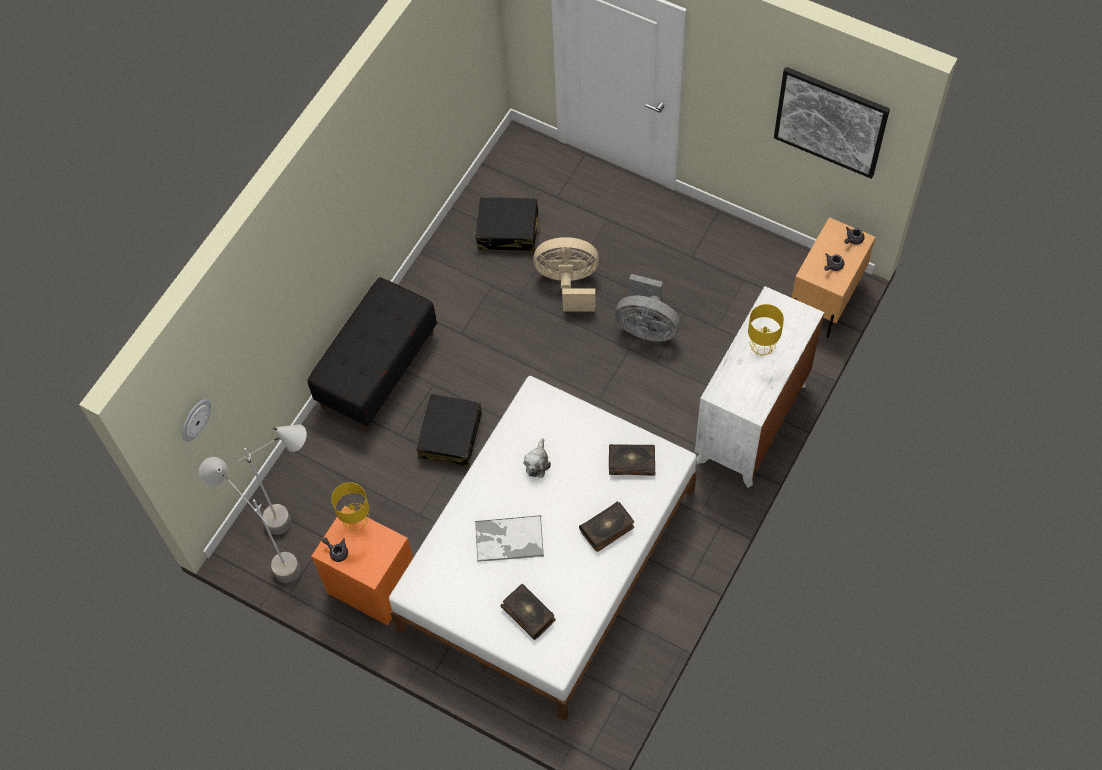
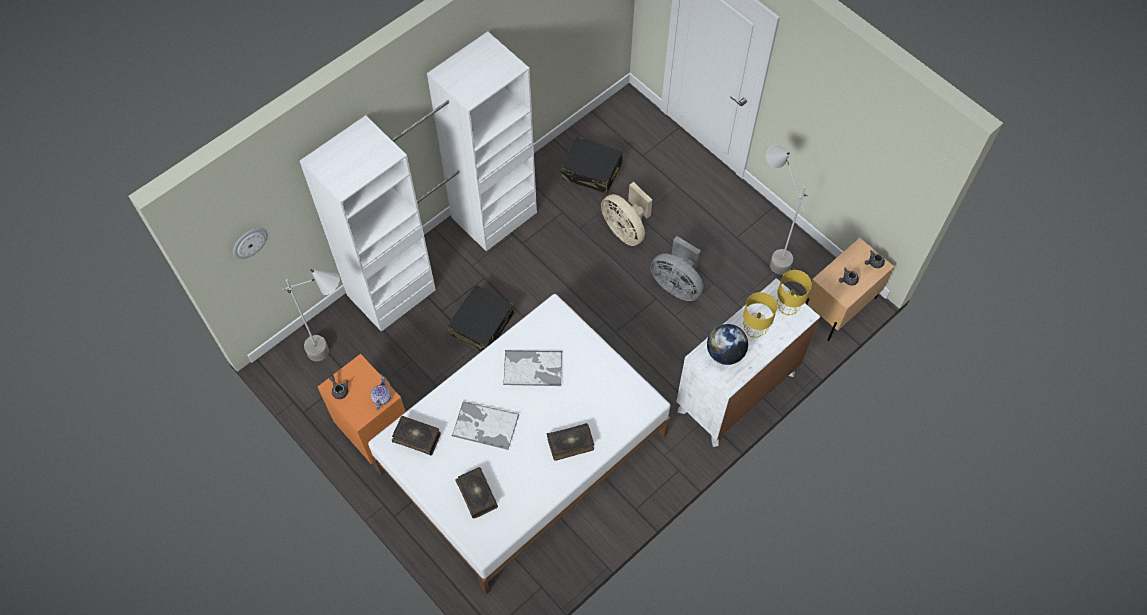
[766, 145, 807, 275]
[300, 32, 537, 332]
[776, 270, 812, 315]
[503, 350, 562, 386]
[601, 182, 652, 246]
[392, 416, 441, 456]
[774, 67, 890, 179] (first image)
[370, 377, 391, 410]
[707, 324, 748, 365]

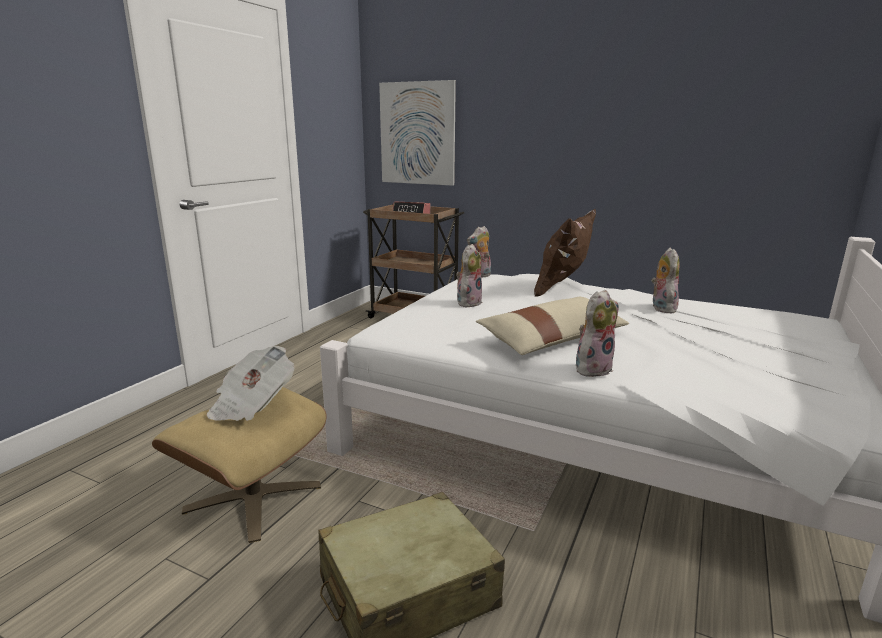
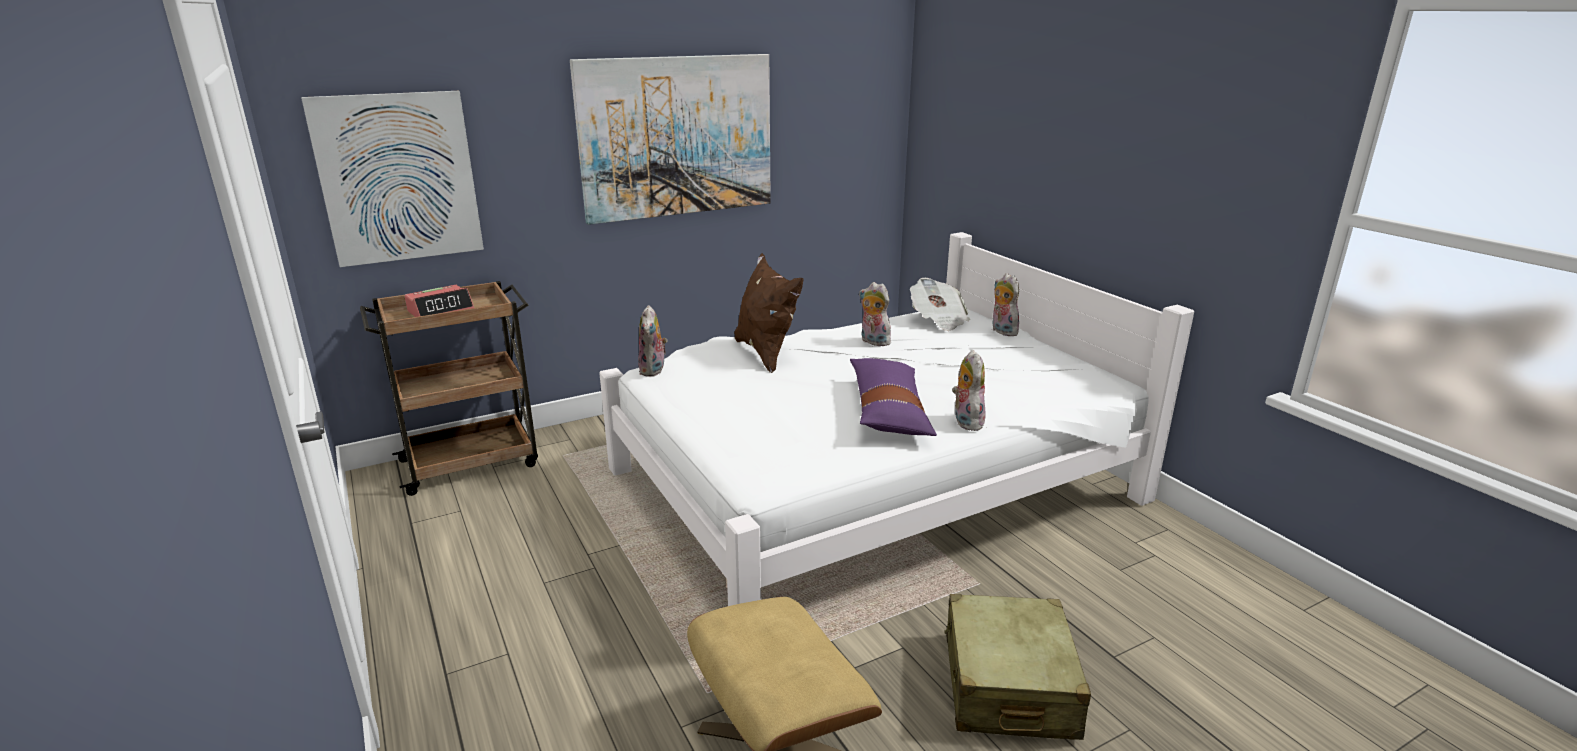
[910, 278, 970, 331]
[992, 273, 1019, 336]
[850, 358, 937, 436]
[570, 54, 771, 225]

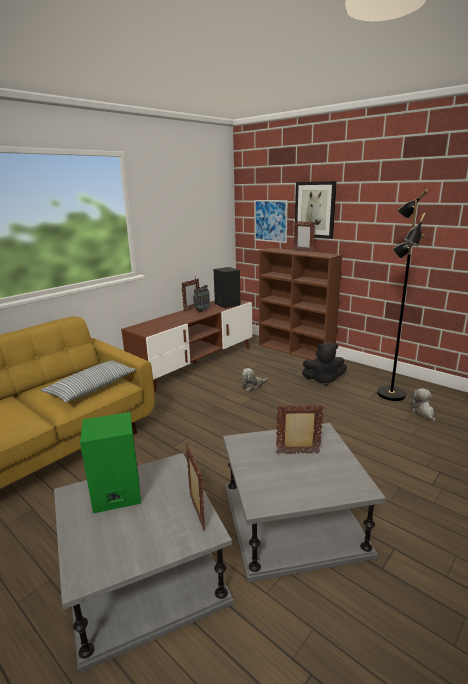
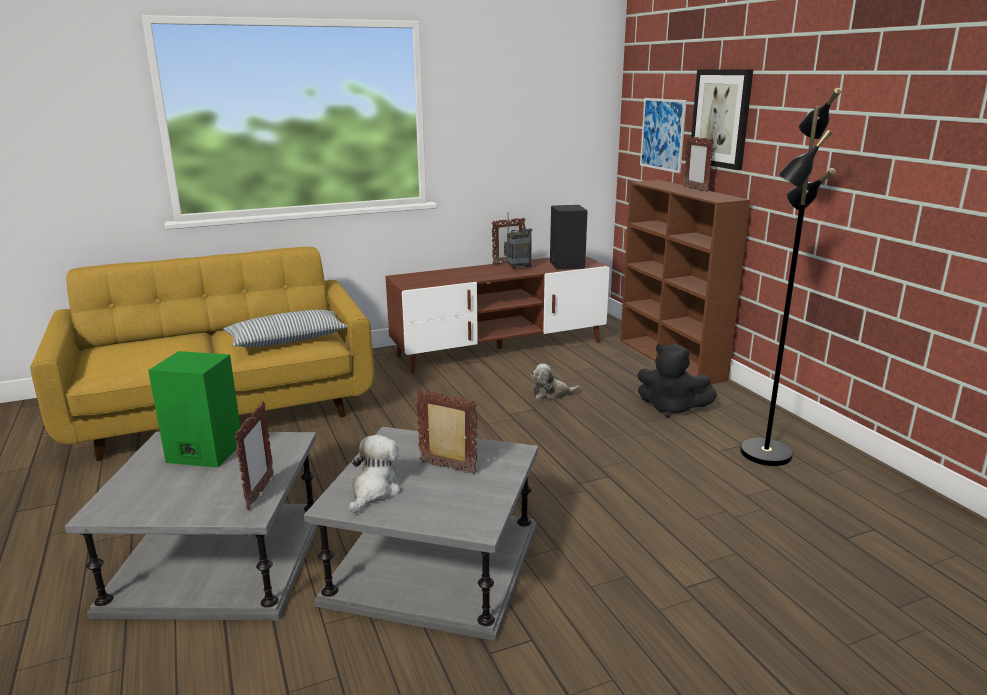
[349, 435, 400, 514]

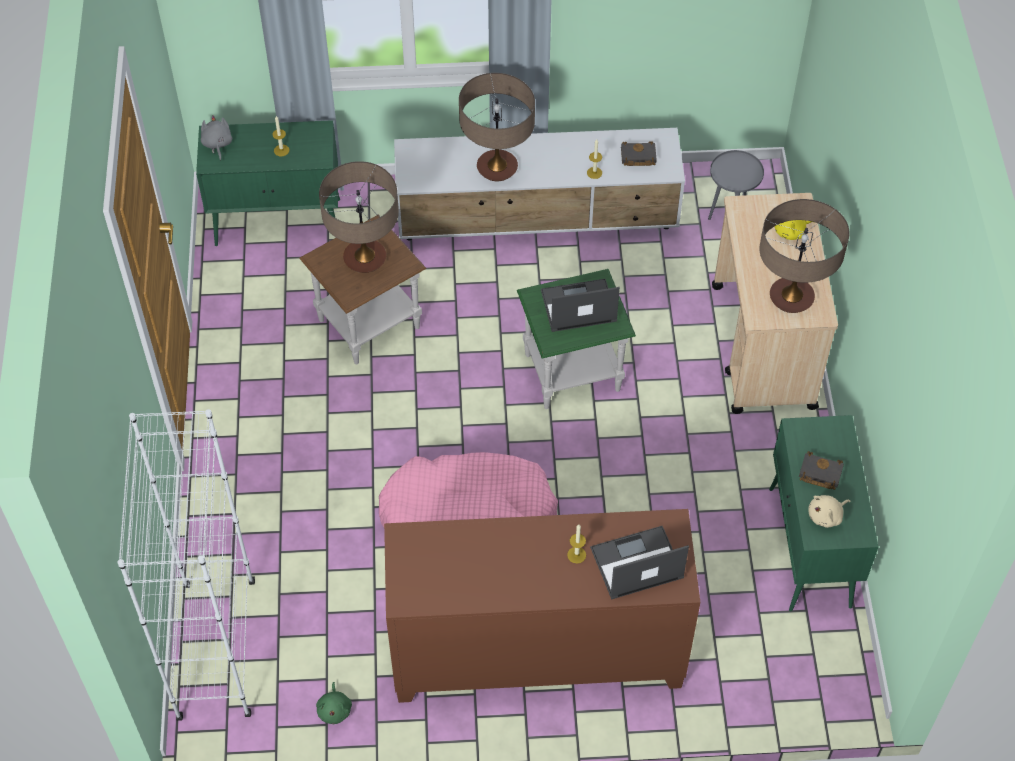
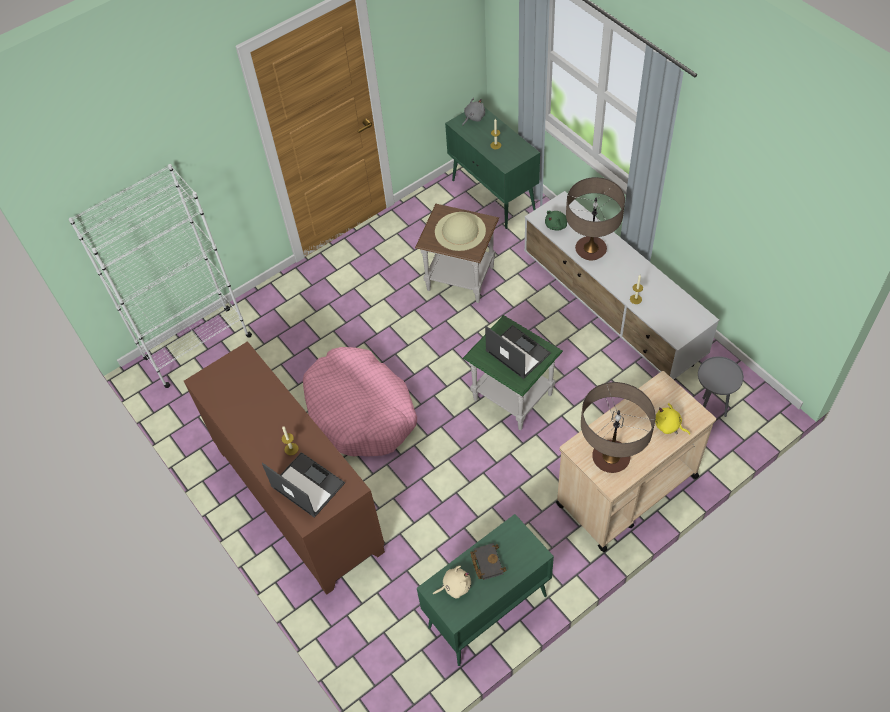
[545, 211, 567, 231]
[435, 212, 486, 251]
[621, 141, 657, 166] (first image)
[433, 566, 471, 598]

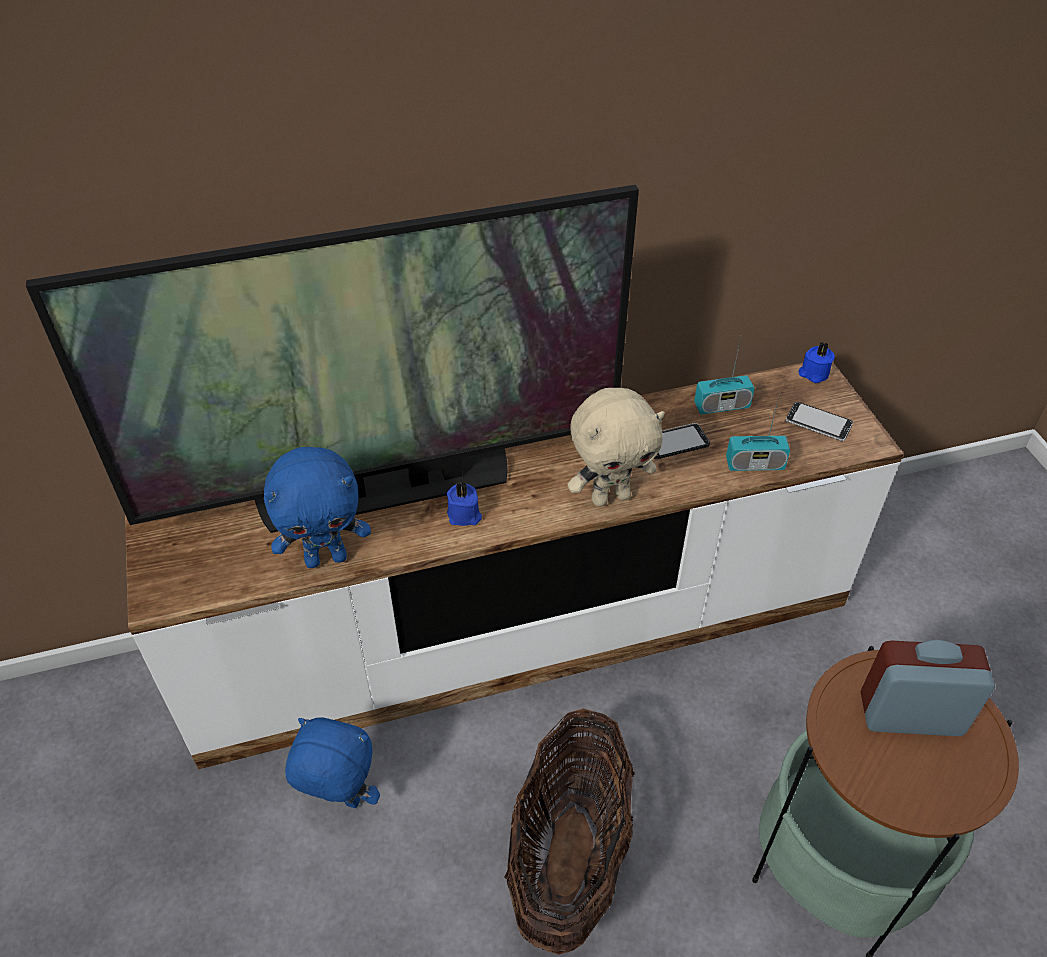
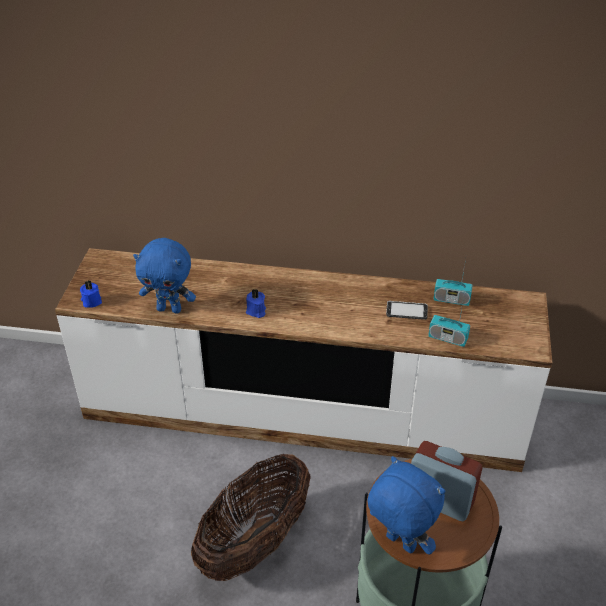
[26, 185, 639, 533] (first image)
[367, 456, 445, 555]
[567, 388, 665, 507] (first image)
[786, 402, 853, 441] (first image)
[80, 280, 102, 308]

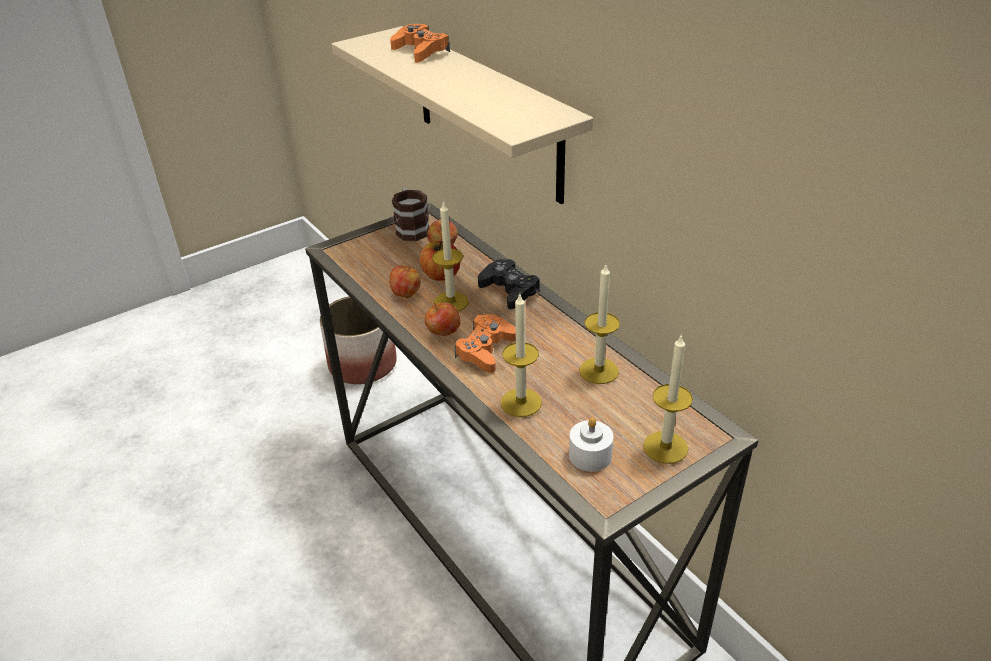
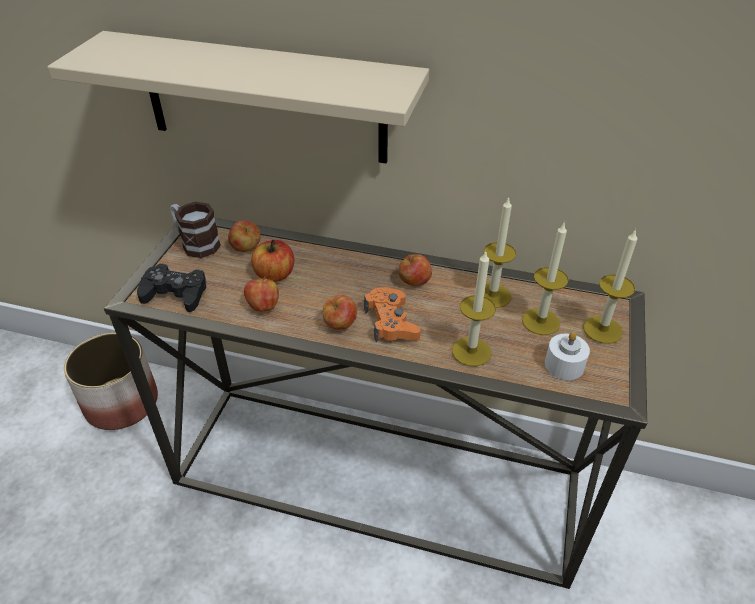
[390, 24, 450, 63] (first image)
[522, 223, 569, 335]
[137, 263, 207, 312]
[398, 255, 432, 286]

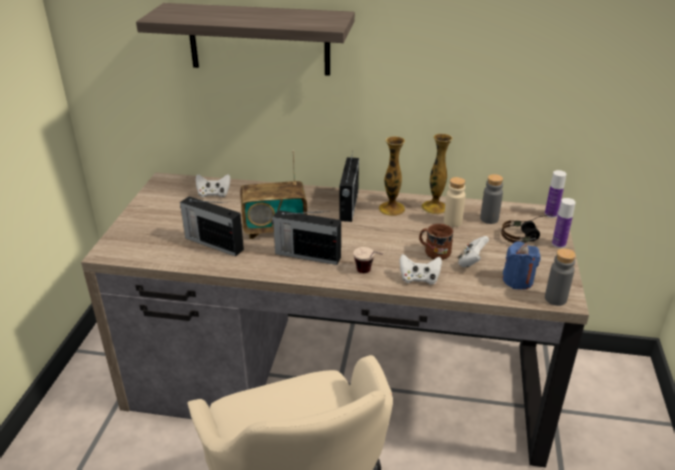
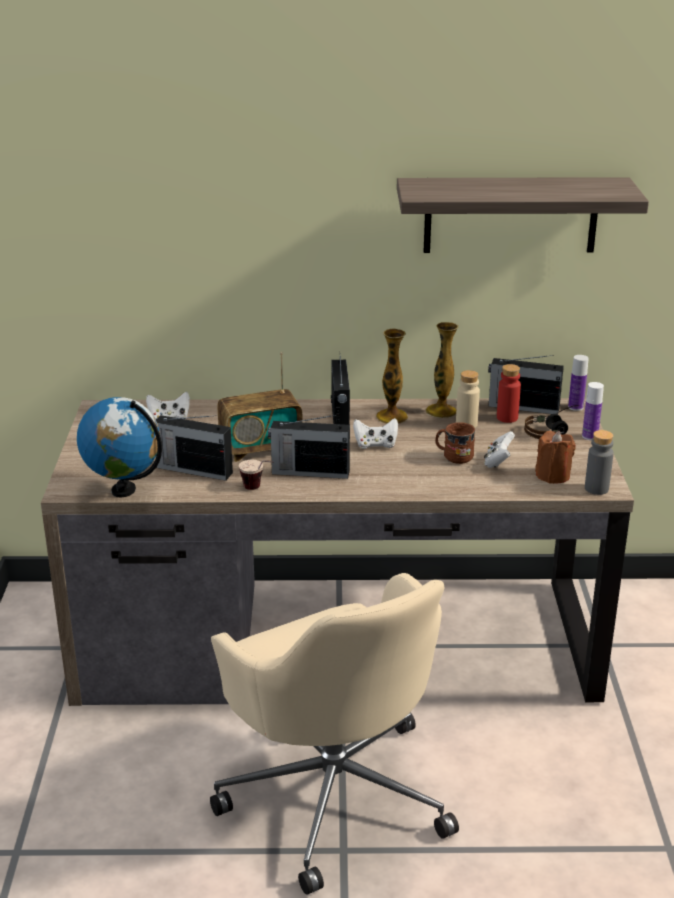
[397, 177, 649, 253]
[239, 460, 273, 490]
[353, 418, 398, 449]
[497, 364, 521, 423]
[535, 431, 576, 484]
[77, 397, 162, 497]
[488, 355, 564, 414]

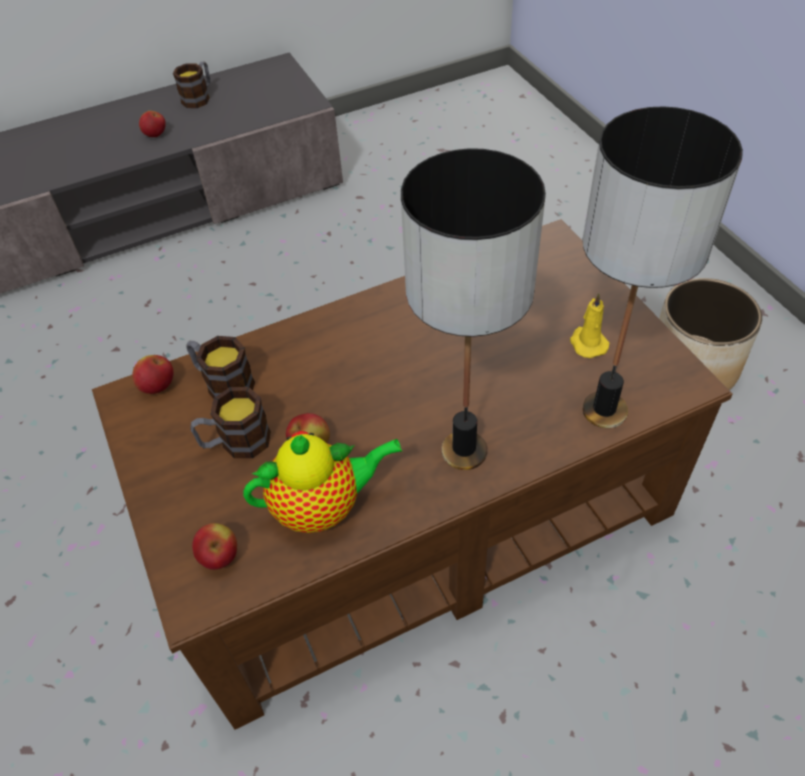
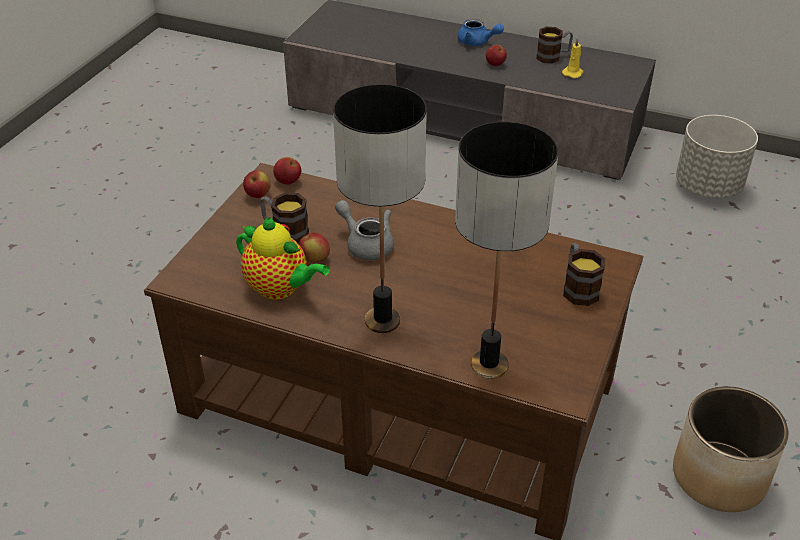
[563, 243, 605, 306]
[243, 170, 271, 198]
[562, 38, 584, 78]
[335, 200, 394, 261]
[458, 19, 504, 46]
[676, 115, 758, 198]

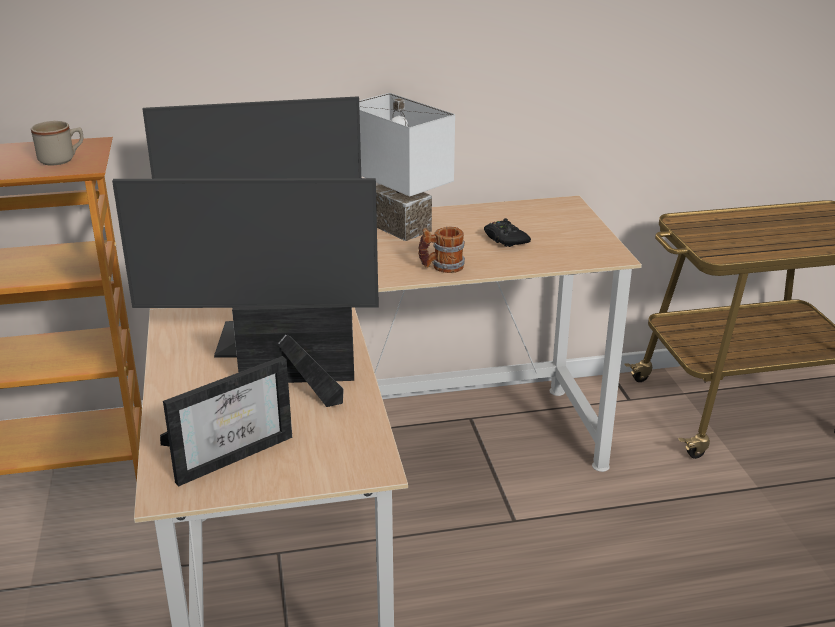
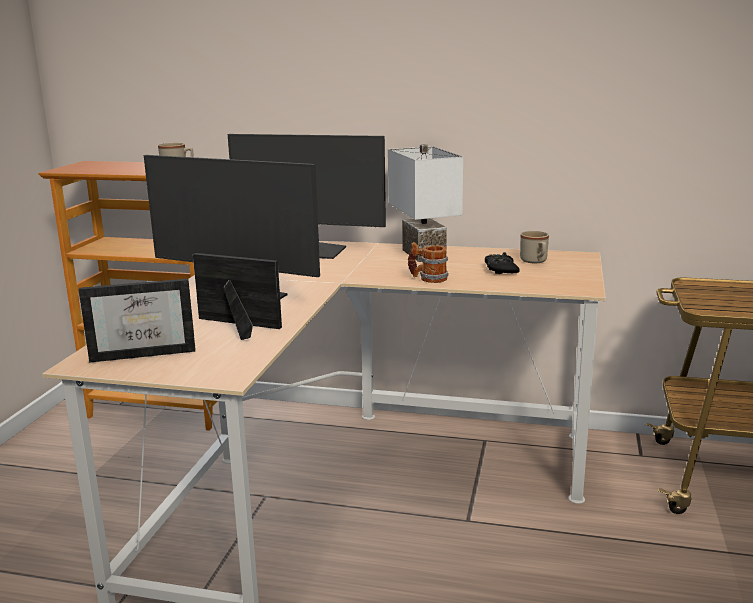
[520, 231, 549, 263]

